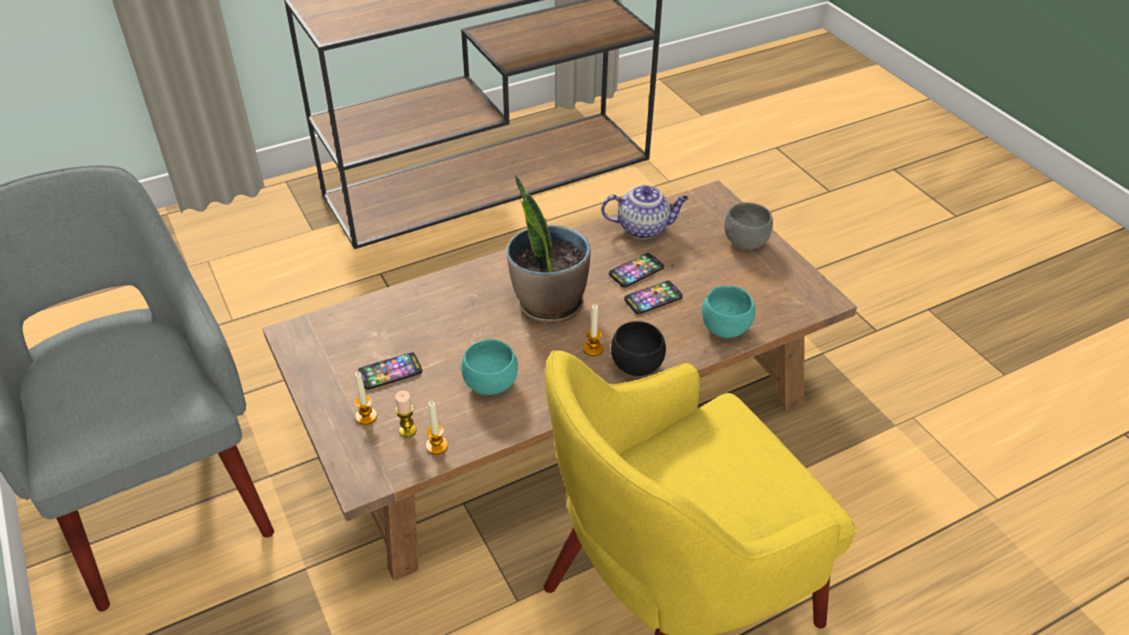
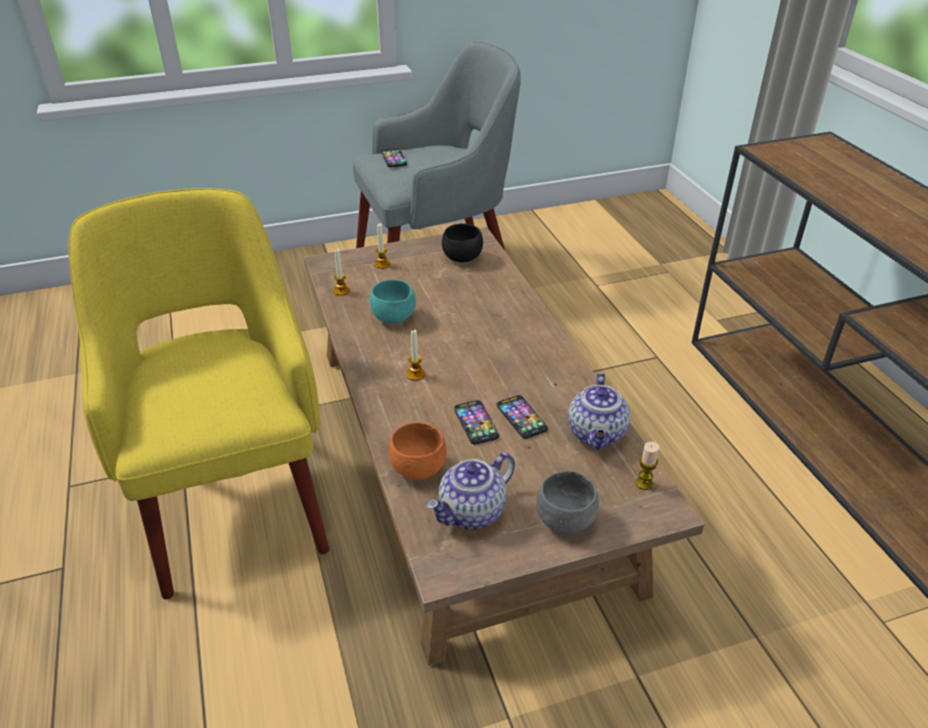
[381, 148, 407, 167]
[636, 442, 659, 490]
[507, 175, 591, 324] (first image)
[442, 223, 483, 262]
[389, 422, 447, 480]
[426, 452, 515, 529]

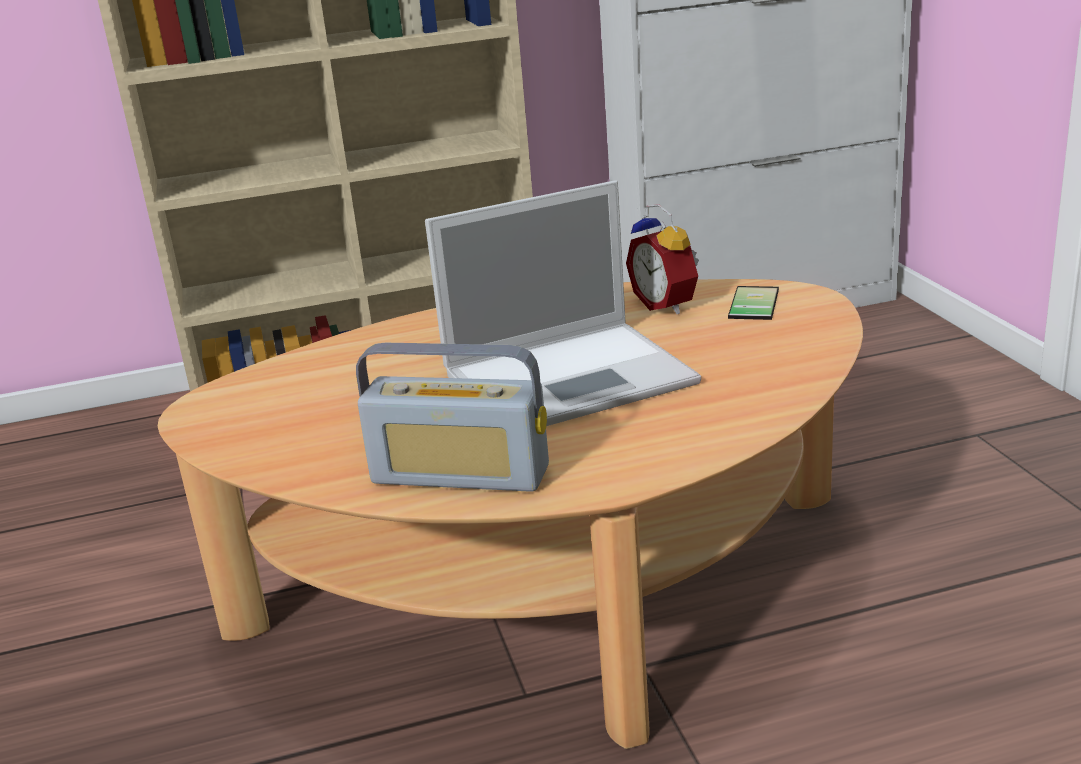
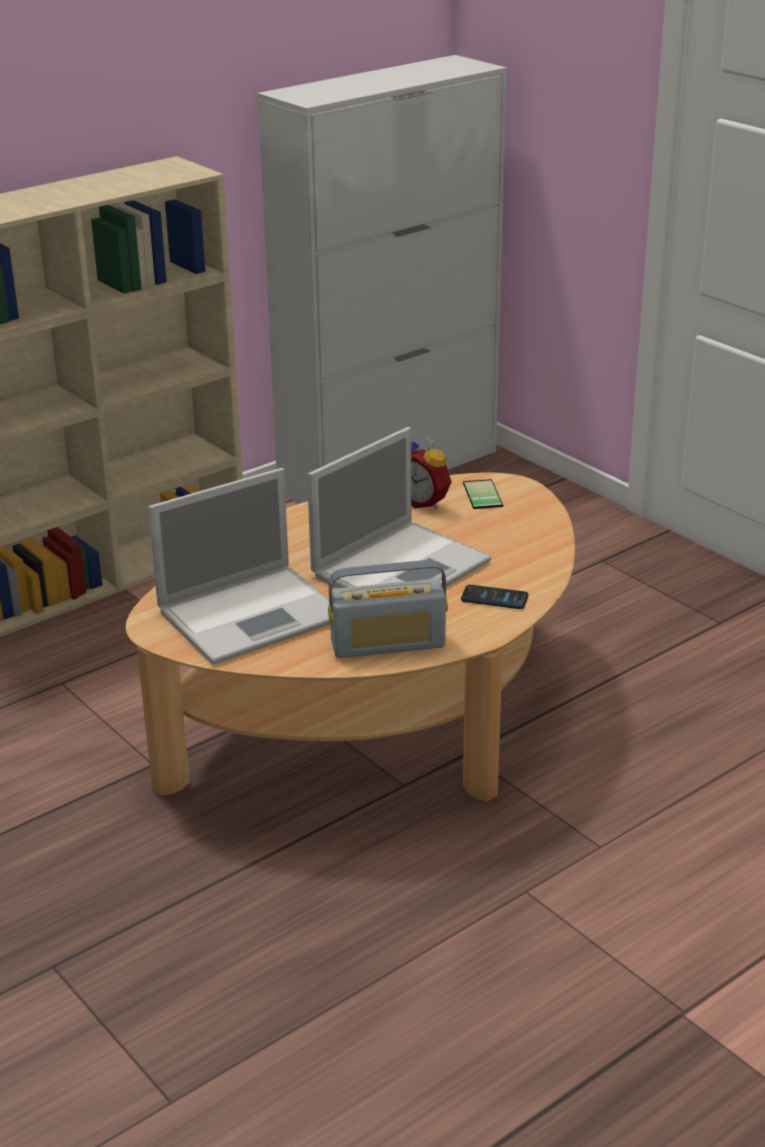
[148, 468, 330, 665]
[461, 585, 528, 609]

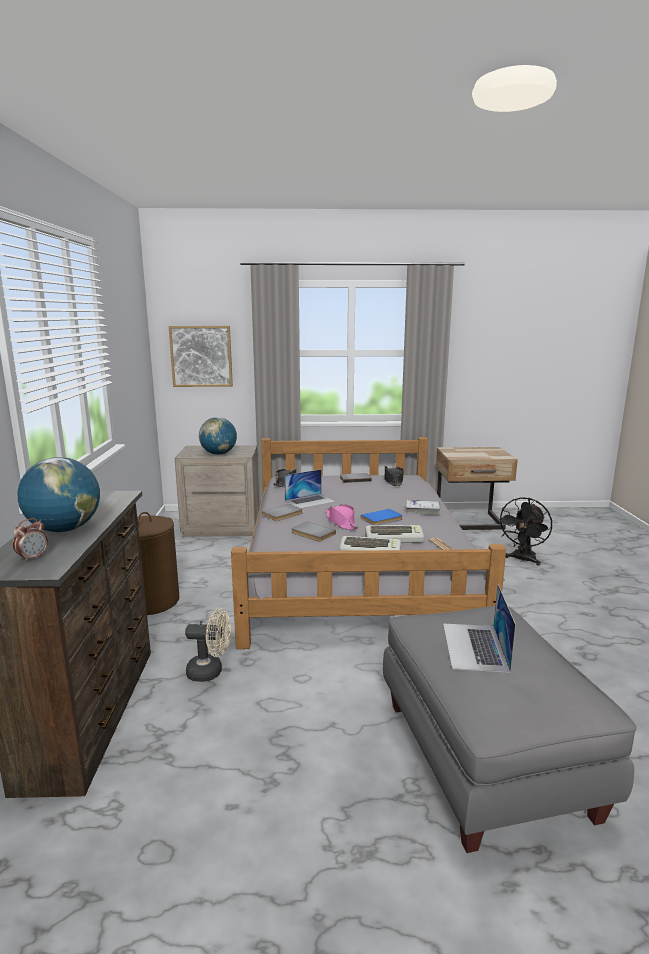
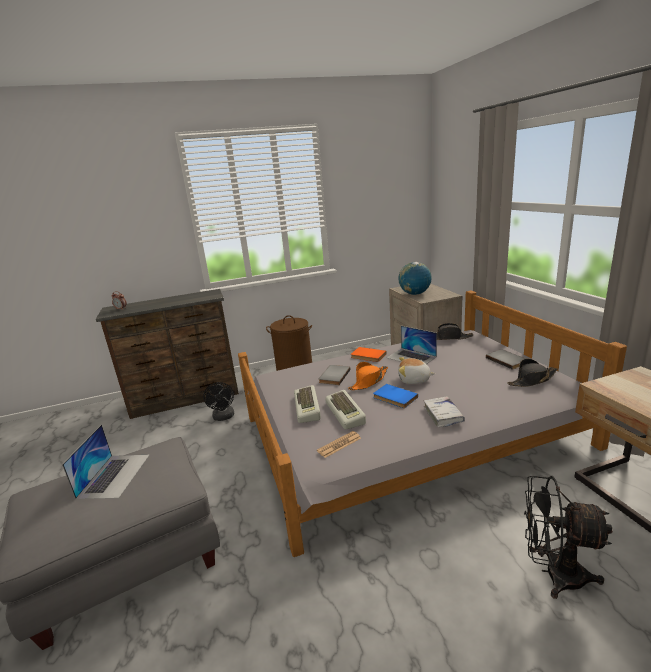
[17, 457, 100, 532] (first image)
[169, 326, 233, 387] (first image)
[203, 382, 234, 421]
[351, 347, 387, 362]
[348, 362, 388, 390]
[62, 425, 149, 499]
[398, 357, 435, 384]

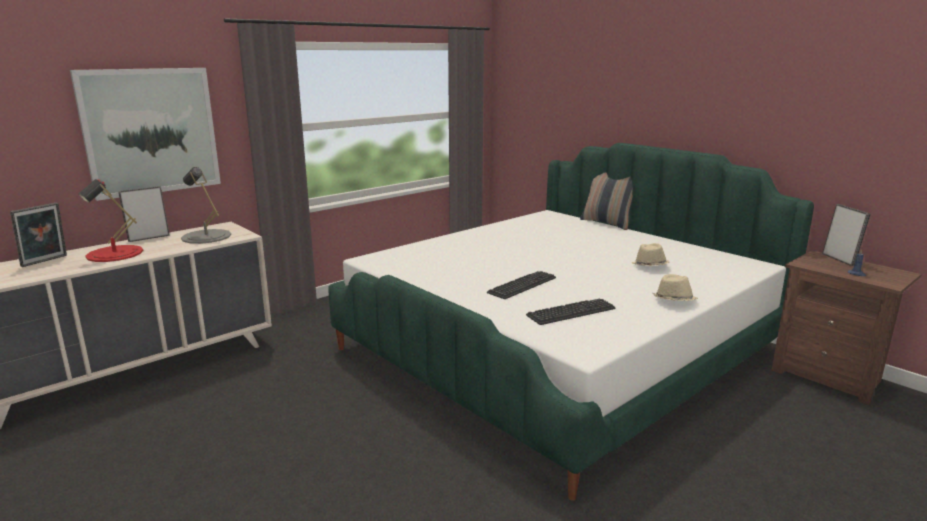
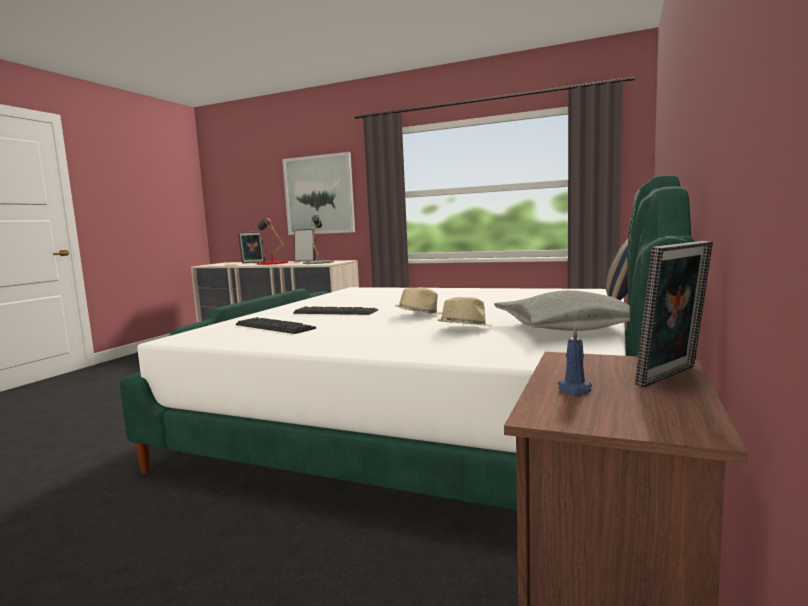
[395, 287, 442, 315]
[494, 290, 630, 331]

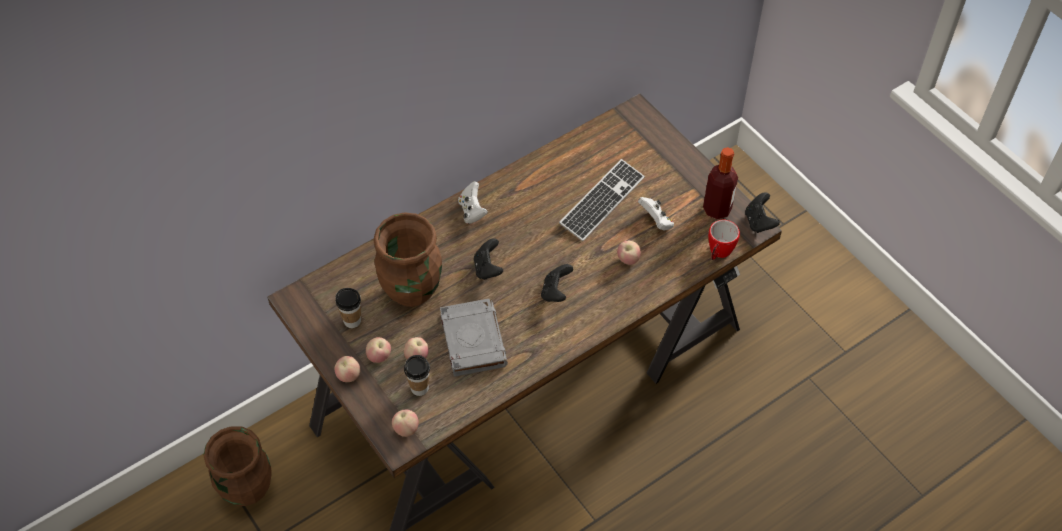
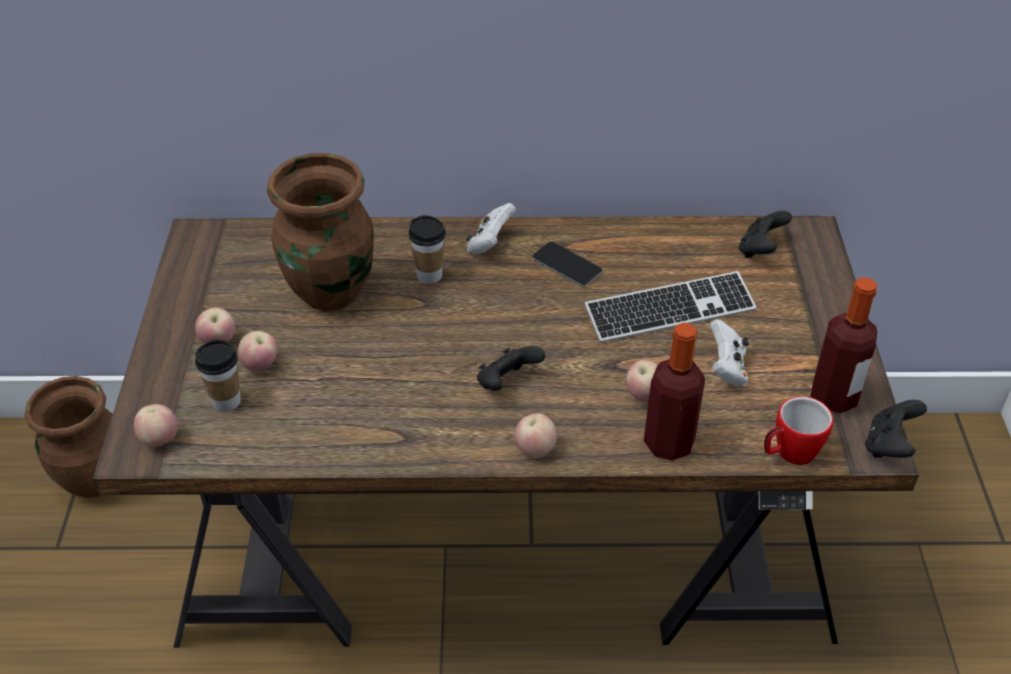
[408, 215, 446, 284]
[515, 413, 557, 458]
[440, 298, 508, 377] (first image)
[739, 211, 792, 258]
[532, 242, 602, 286]
[644, 322, 705, 461]

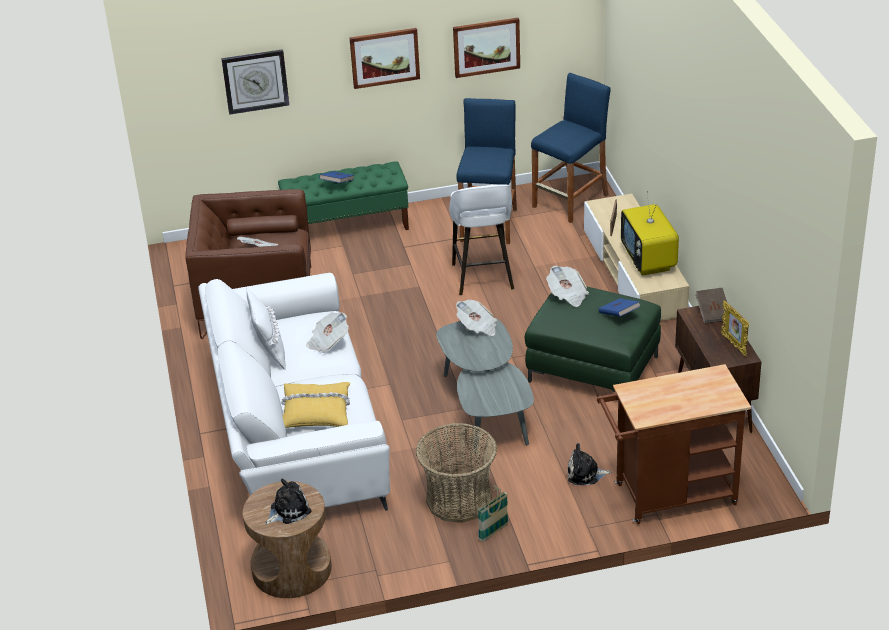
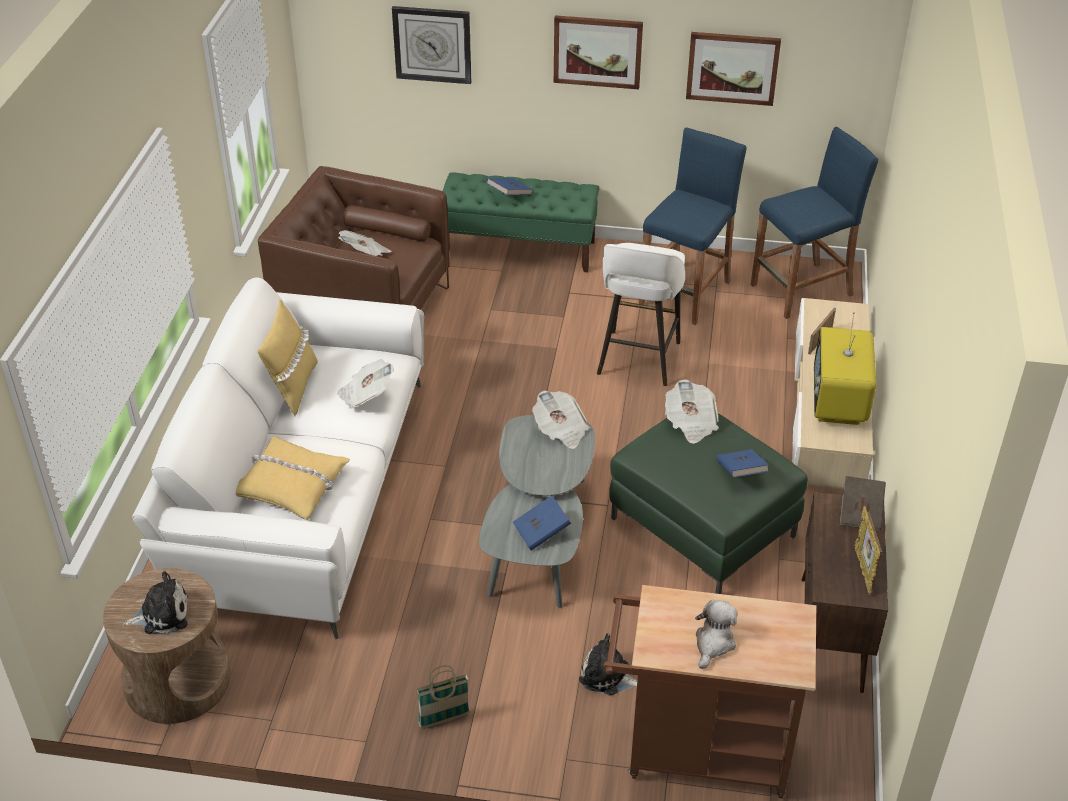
[257, 300, 318, 416]
[416, 423, 497, 523] (first image)
[513, 495, 571, 551]
[695, 600, 737, 669]

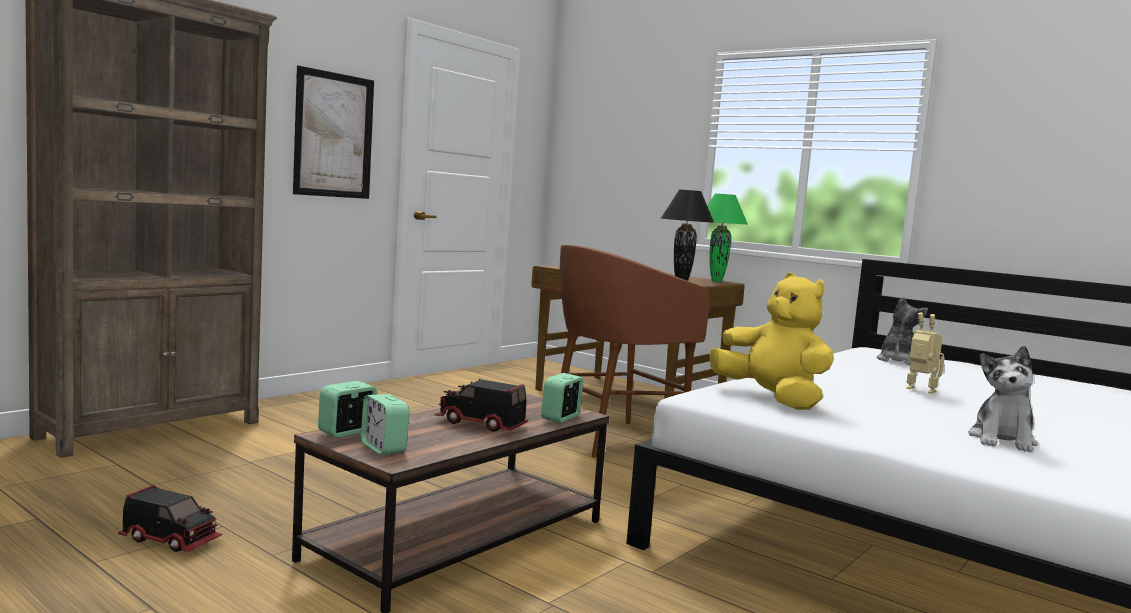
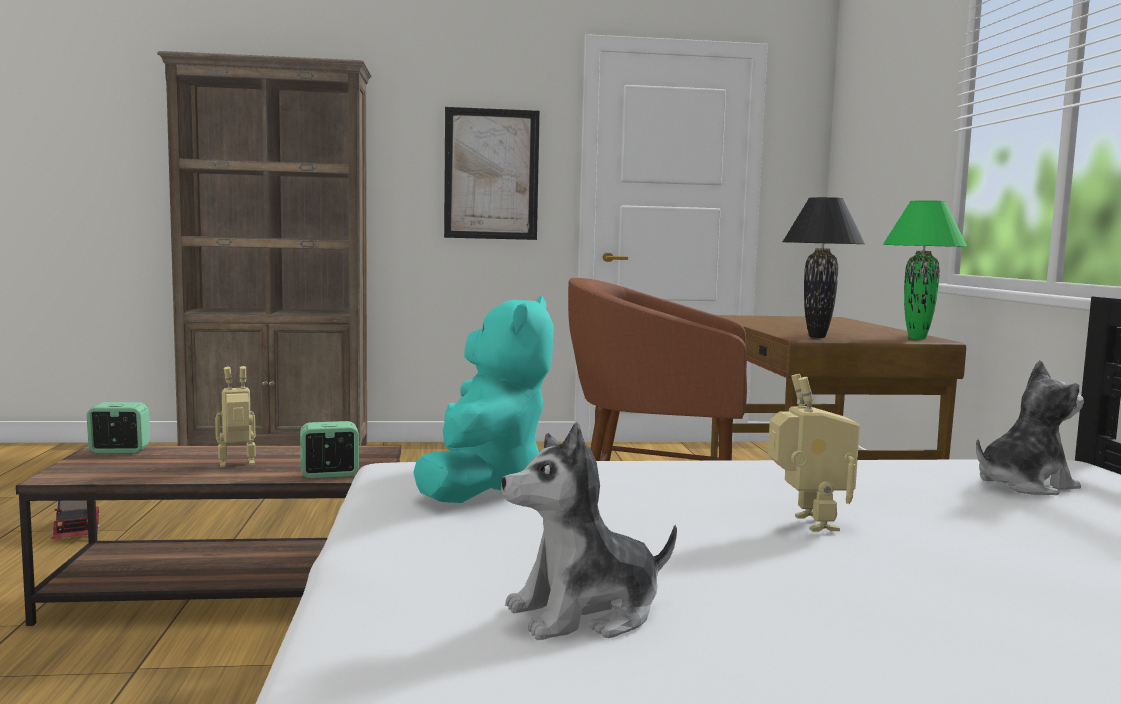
[361, 394, 410, 455] (first image)
[215, 366, 256, 467]
[413, 296, 553, 503]

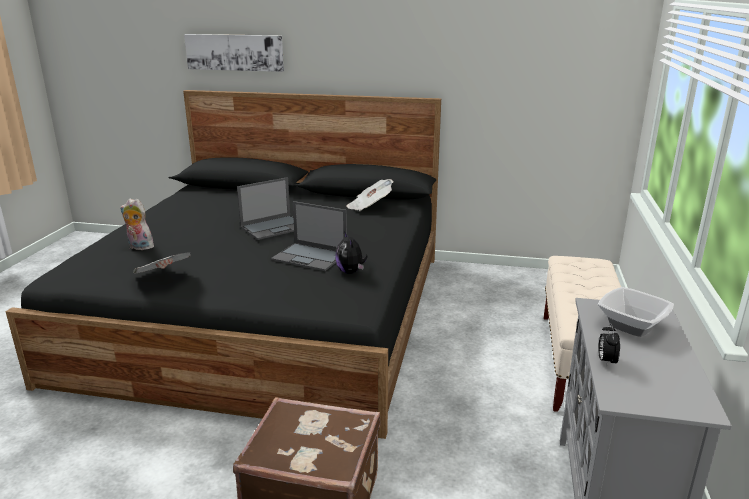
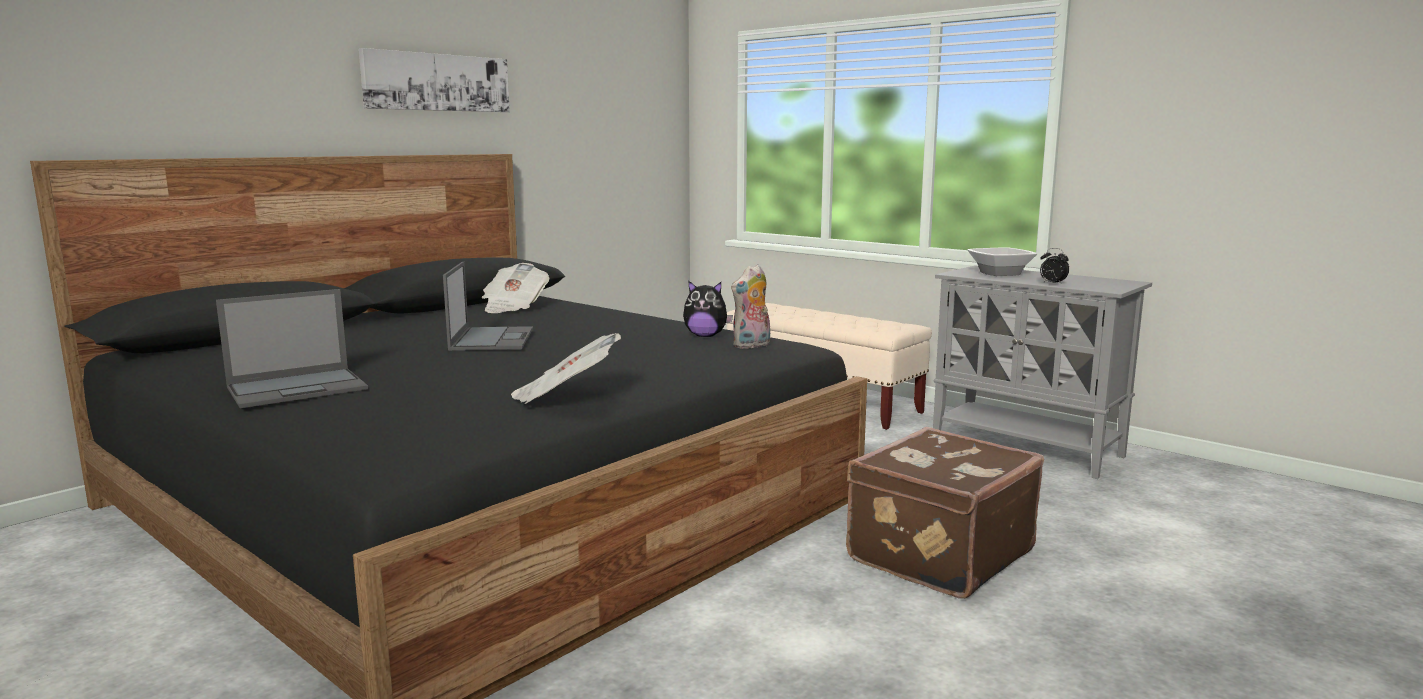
[731, 264, 770, 349]
[359, 48, 510, 112]
[216, 289, 368, 408]

